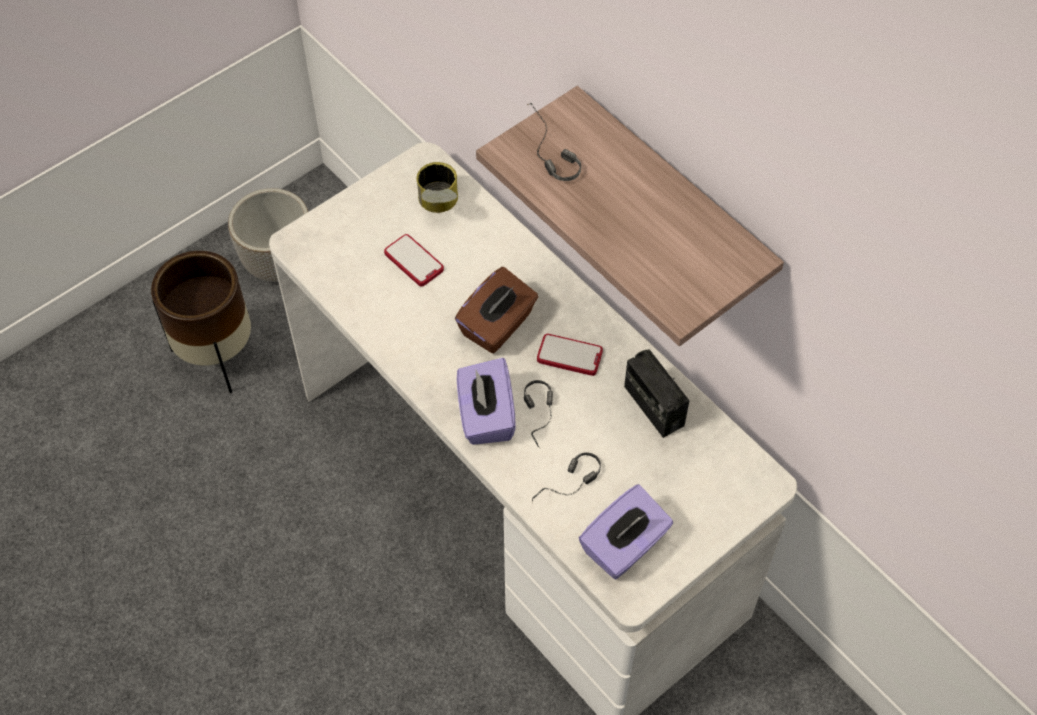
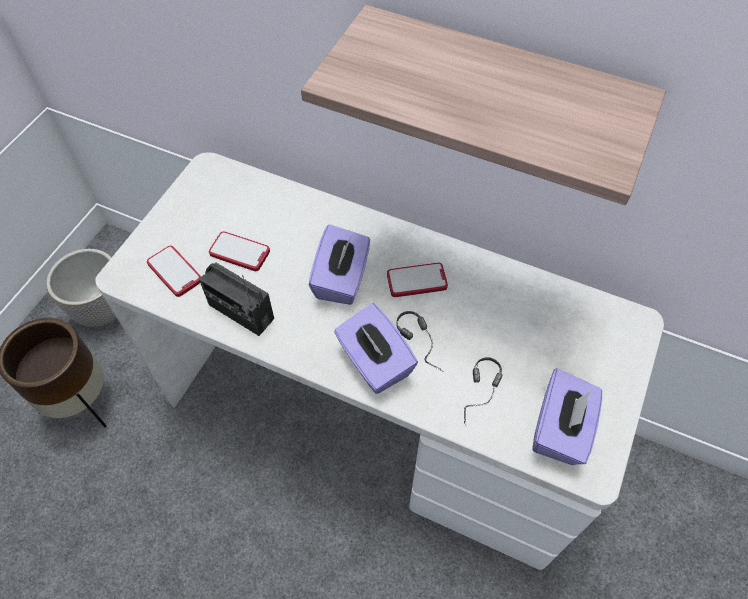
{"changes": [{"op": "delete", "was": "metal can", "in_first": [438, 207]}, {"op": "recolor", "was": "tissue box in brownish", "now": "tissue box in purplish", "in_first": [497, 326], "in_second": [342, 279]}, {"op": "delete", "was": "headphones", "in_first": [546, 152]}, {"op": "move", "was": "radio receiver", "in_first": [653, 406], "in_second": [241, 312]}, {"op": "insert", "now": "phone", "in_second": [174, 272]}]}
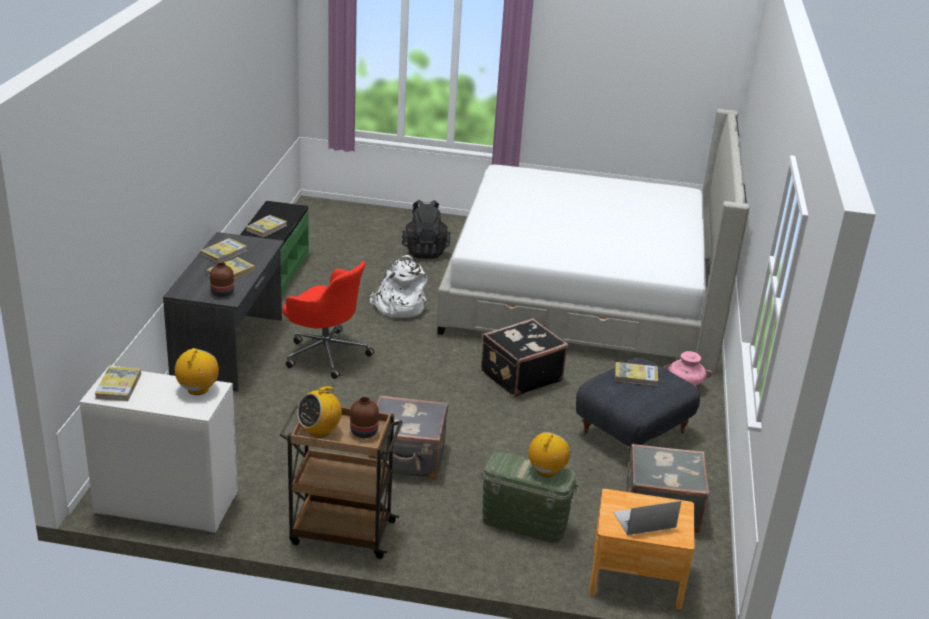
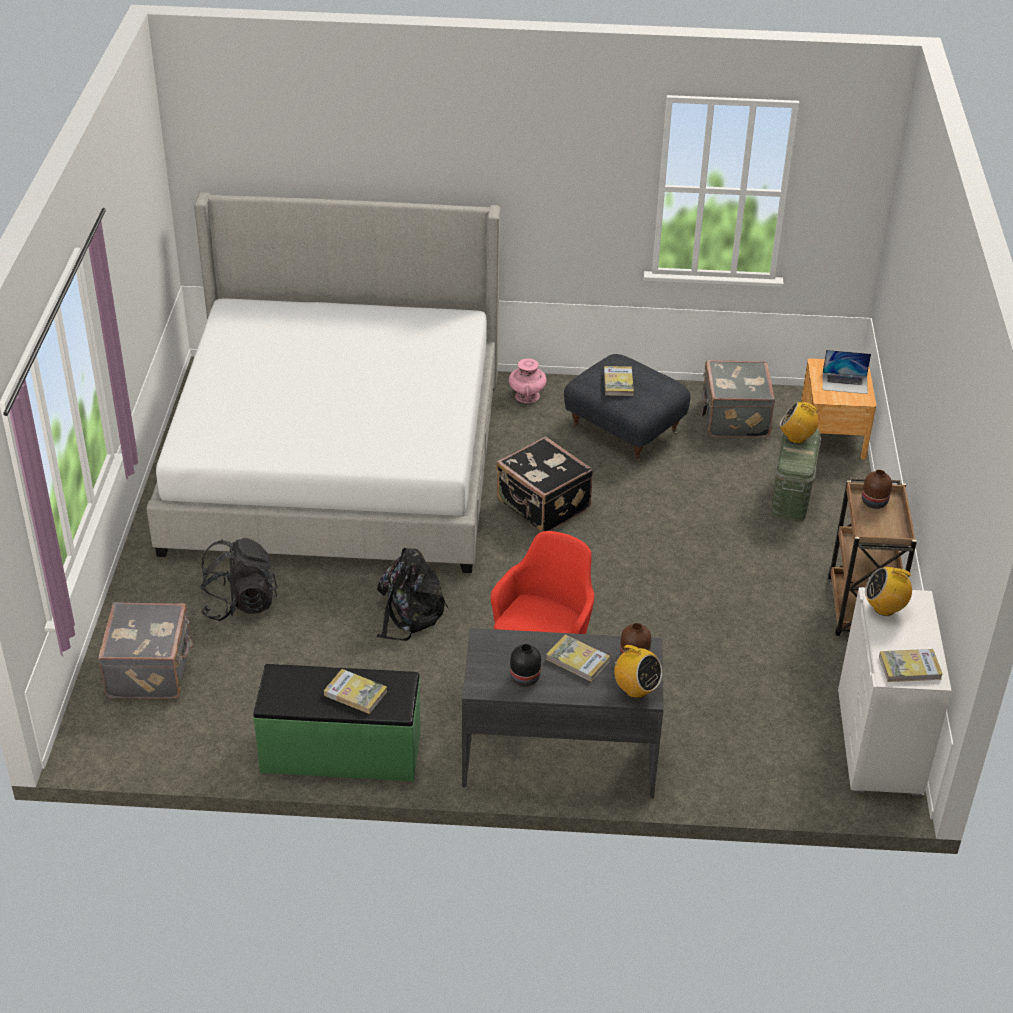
{"changes": [{"op": "replace", "was": "bound book", "now": "decorative vase in black", "in_first": [223, 252], "in_second": [524, 677]}, {"op": "move", "was": "radio receiver", "in_first": [319, 431], "in_second": [635, 689]}, {"op": "recolor", "was": "backpack in whitish", "now": "backpack in black", "in_first": [398, 307], "in_second": [409, 613]}, {"op": "move", "was": "piece of luggage in gray", "in_first": [407, 459], "in_second": [151, 670]}, {"op": "rotate", "was": "notebook computer", "in_first": [644, 520], "in_second": [845, 383], "clockwise": -60}]}
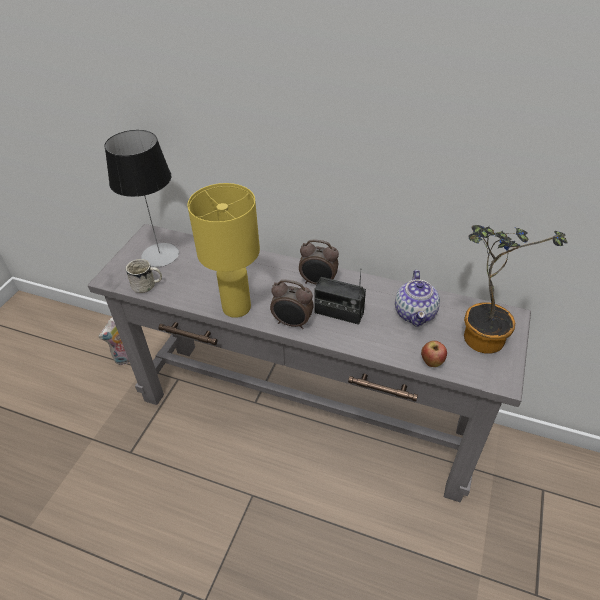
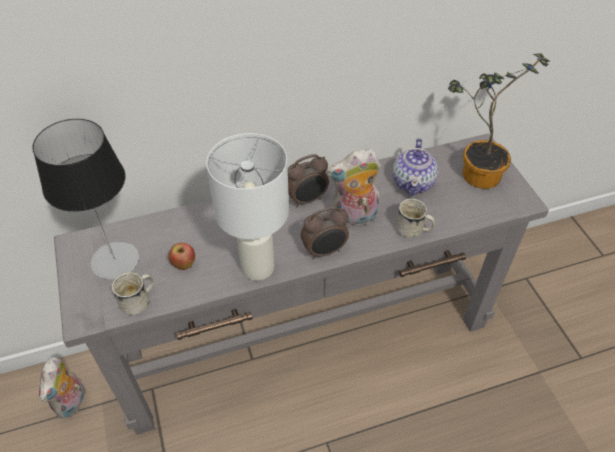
{"changes": [{"op": "recolor", "was": "lamp for a table in yellowish", "now": "lamp for a table in whitish", "in_first": [237, 307], "in_second": [258, 267]}, {"op": "replace", "was": "radio receiver", "now": "soft toy", "in_first": [339, 313], "in_second": [354, 218]}, {"op": "rotate", "was": "pot for tea", "in_first": [415, 313], "in_second": [413, 183], "clockwise": 45}, {"op": "move", "was": "apple fruit", "in_first": [432, 363], "in_second": [184, 265]}, {"op": "insert", "now": "mug in whitish", "in_second": [413, 230]}]}
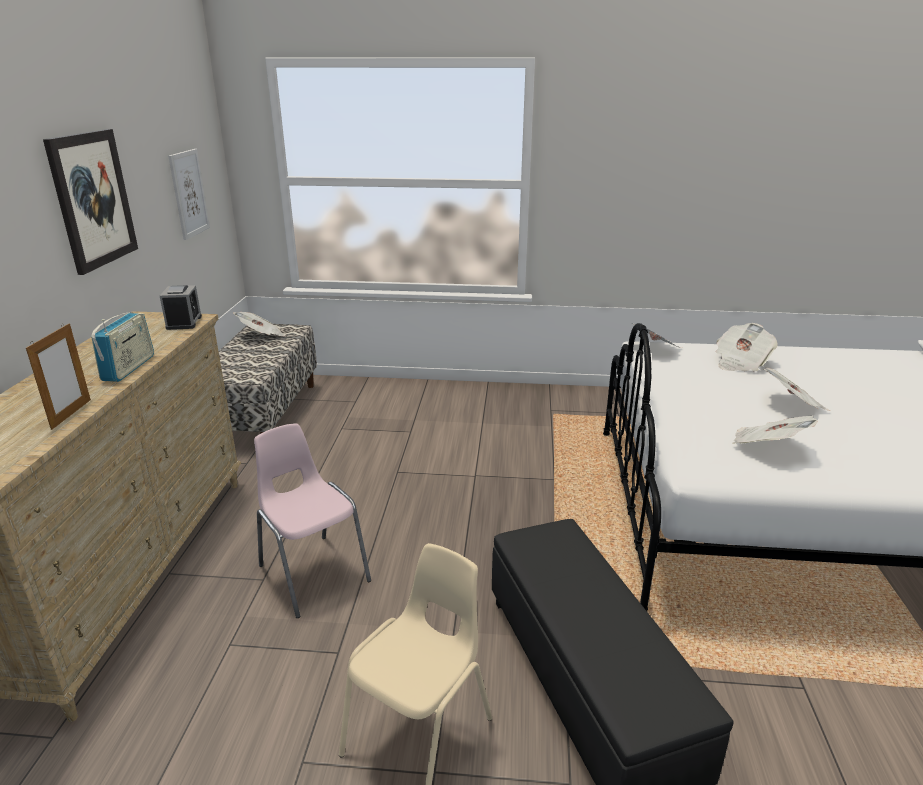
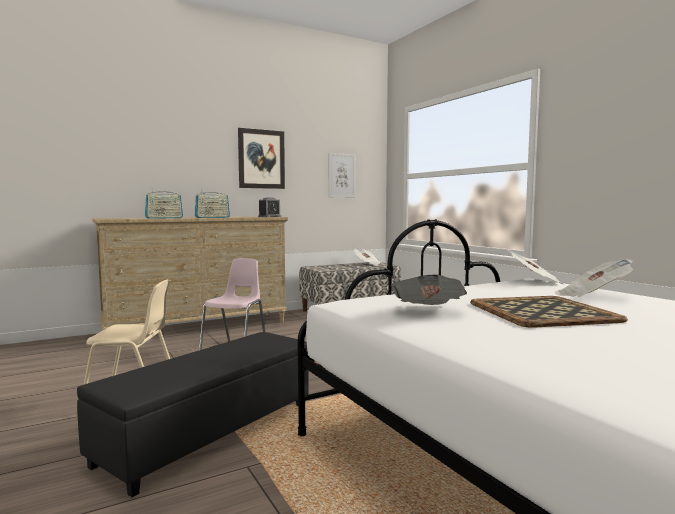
{"changes": [{"op": "replace", "was": "standing frame", "now": "radio receiver", "in_first": [71, 414], "in_second": [164, 218]}, {"op": "replace", "was": "printed paper", "now": "serving tray", "in_first": [792, 405], "in_second": [543, 312]}]}
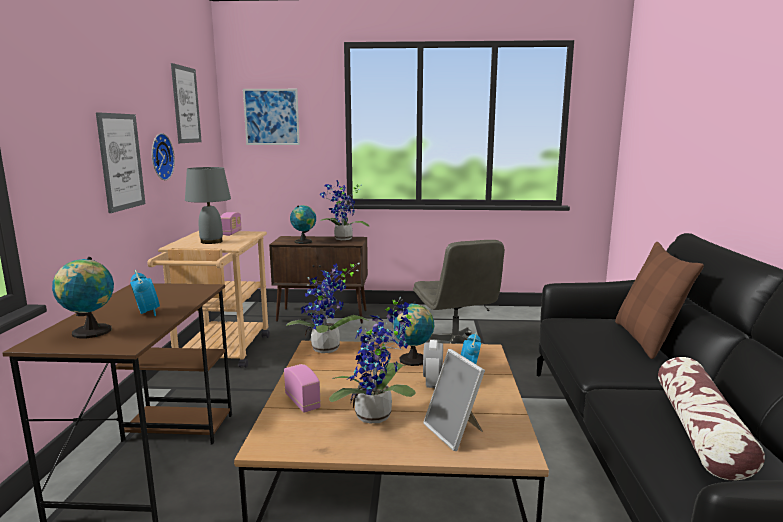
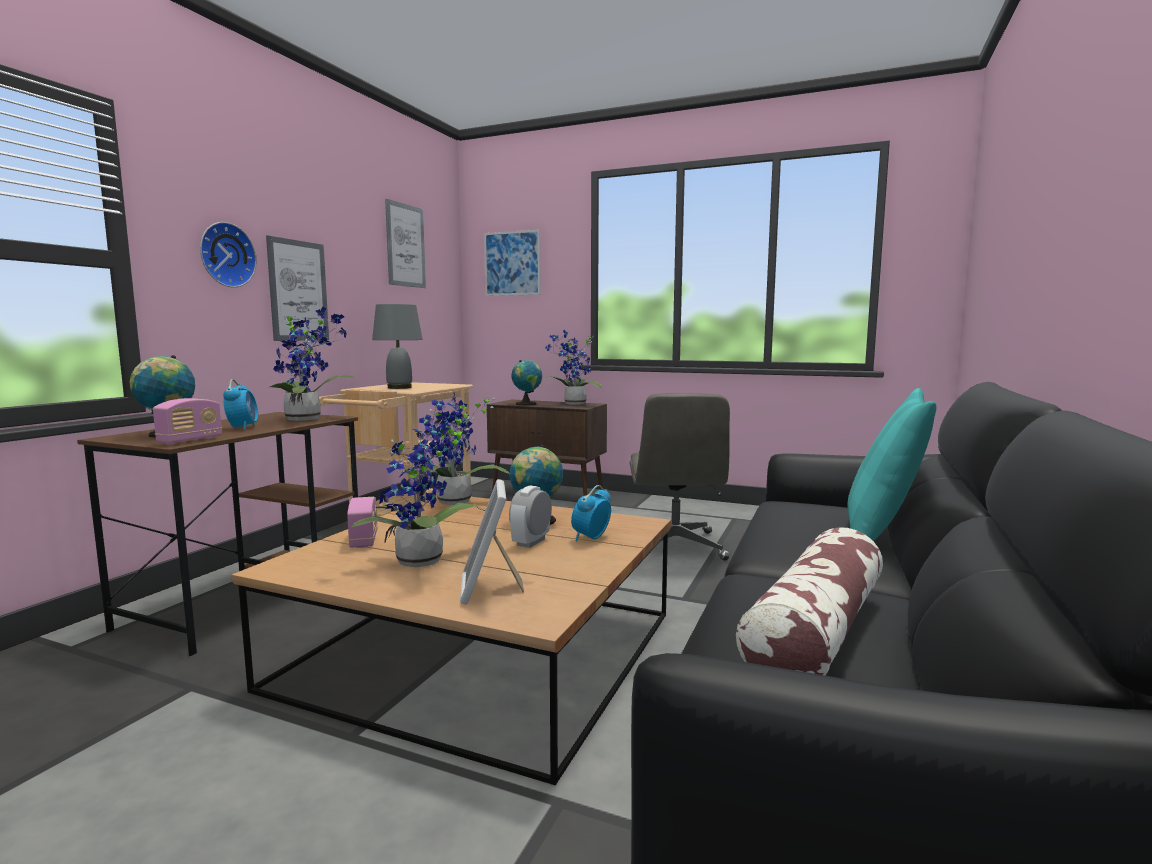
{"changes": [{"op": "move", "was": "wall clock", "in_first": [159, 157], "in_second": [225, 255]}, {"op": "move", "was": "radio receiver", "in_first": [231, 233], "in_second": [190, 440]}, {"op": "recolor", "was": "pillow in brownish", "now": "pillow in blue-green", "in_first": [647, 339], "in_second": [882, 531]}, {"op": "insert", "now": "houseplant", "in_second": [308, 419]}]}
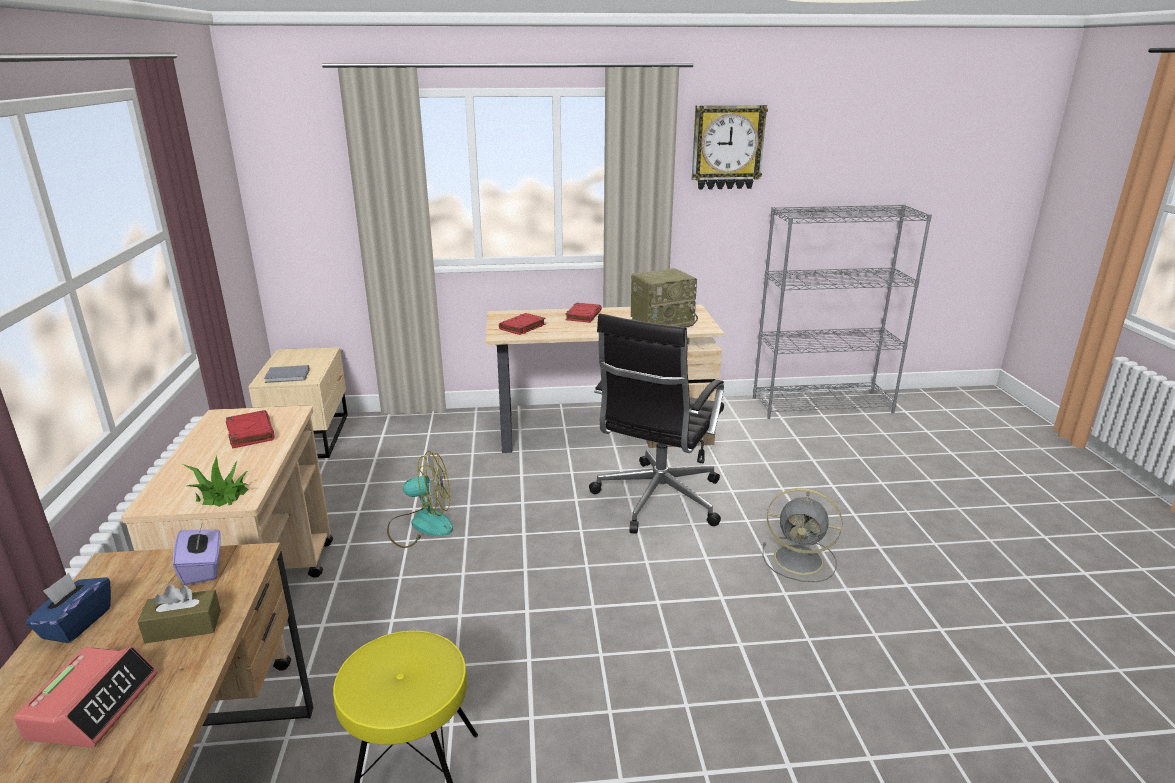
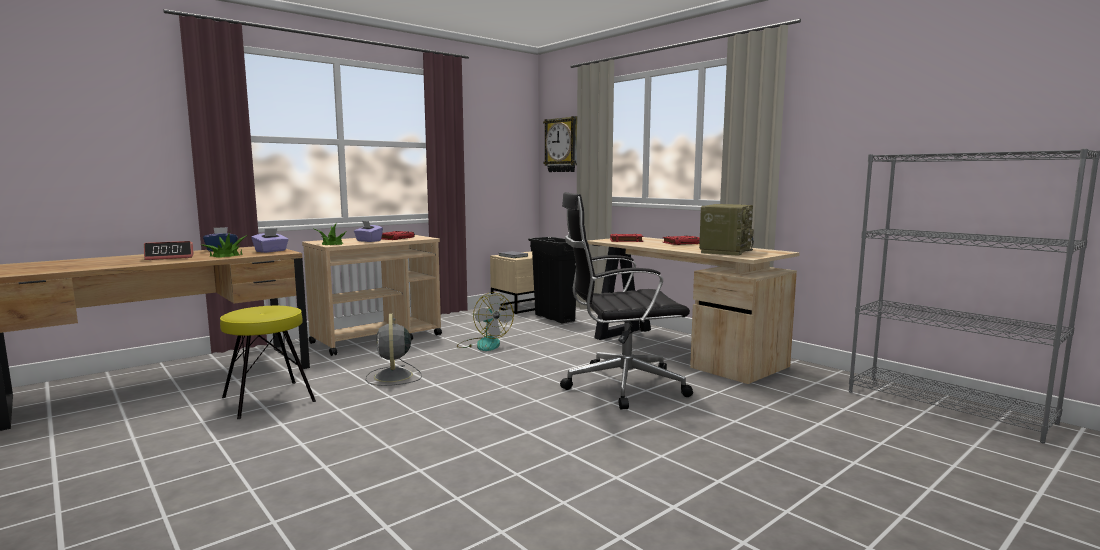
{"changes": [{"op": "replace", "was": "tissue box in brownish", "now": "houseplant", "in_first": [183, 626], "in_second": [226, 255]}, {"op": "rotate", "was": "radio receiver", "in_first": [662, 322], "in_second": [725, 251], "clockwise": -90}, {"op": "move", "was": "wall clock", "in_first": [727, 147], "in_second": [563, 145]}, {"op": "move", "was": "electric fan in gray", "in_first": [801, 560], "in_second": [393, 376]}, {"op": "insert", "now": "tissue box in purplish", "in_second": [368, 241]}, {"op": "insert", "now": "waste bin in black", "in_second": [555, 318]}]}
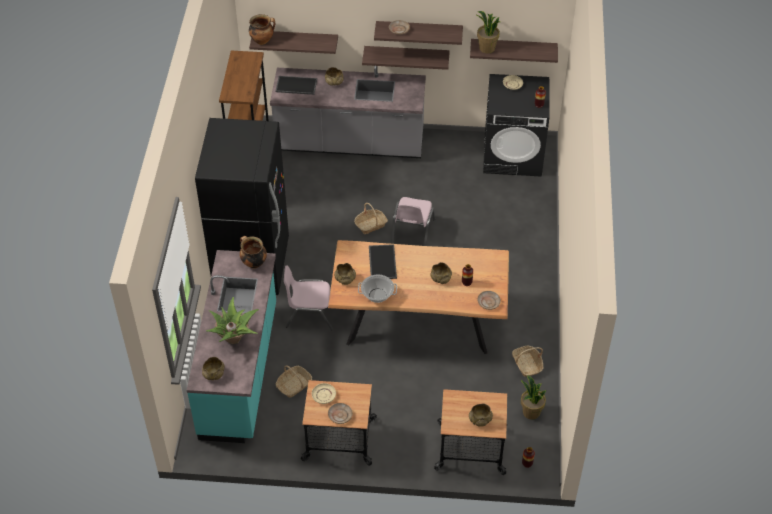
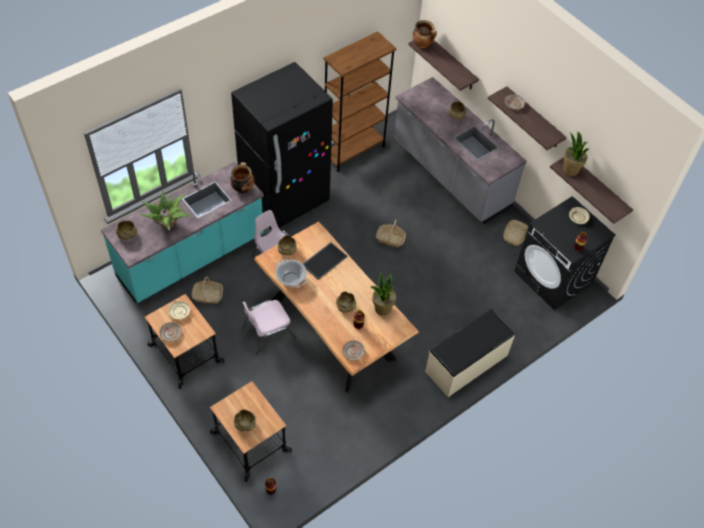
{"changes": [{"op": "delete", "was": "serving tray", "in_first": [295, 86]}, {"op": "delete", "was": "shelf", "in_first": [406, 56]}, {"op": "move", "was": "upright chair in pink", "in_first": [412, 232], "in_second": [268, 333]}, {"op": "move", "was": "household basket", "in_first": [527, 364], "in_second": [515, 236]}, {"op": "move", "was": "houseplant", "in_first": [530, 412], "in_second": [382, 308]}, {"op": "insert", "now": "long seat in sand-coloured", "in_second": [467, 364]}]}
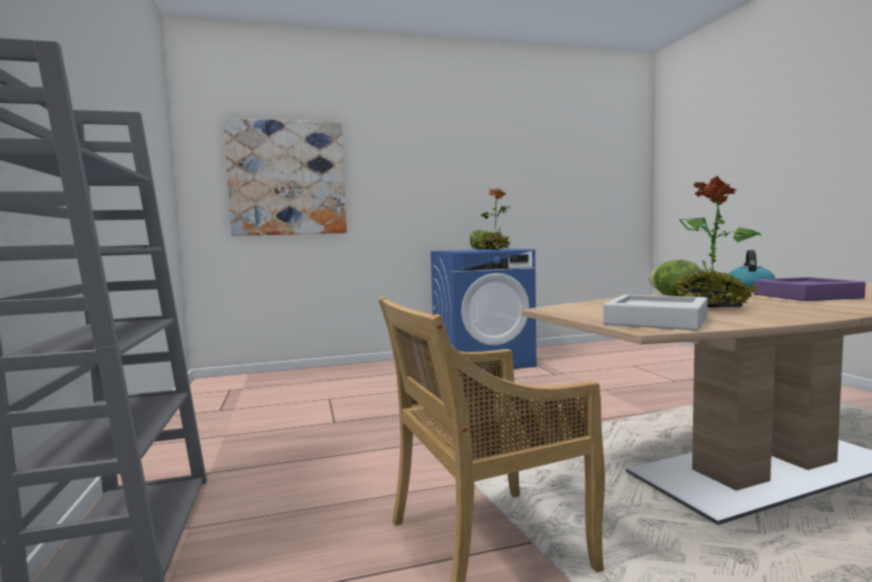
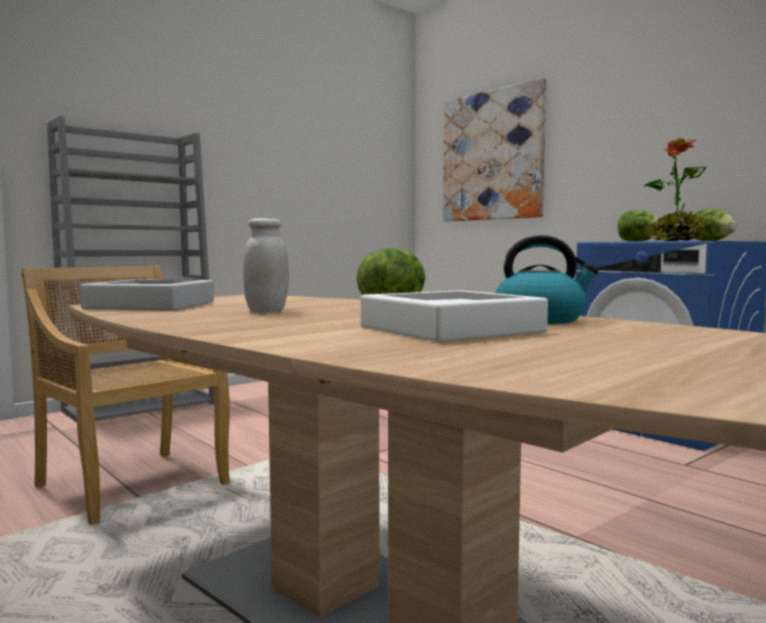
{"changes": [{"op": "replace", "was": "houseplant", "now": "storage jar in whitish", "in_first": [712, 307], "in_second": [267, 311]}, {"op": "recolor", "was": "serving tray in purplish", "now": "serving tray in whitish", "in_first": [806, 296], "in_second": [451, 329]}, {"op": "insert", "now": "lettuce head", "in_second": [638, 241]}]}
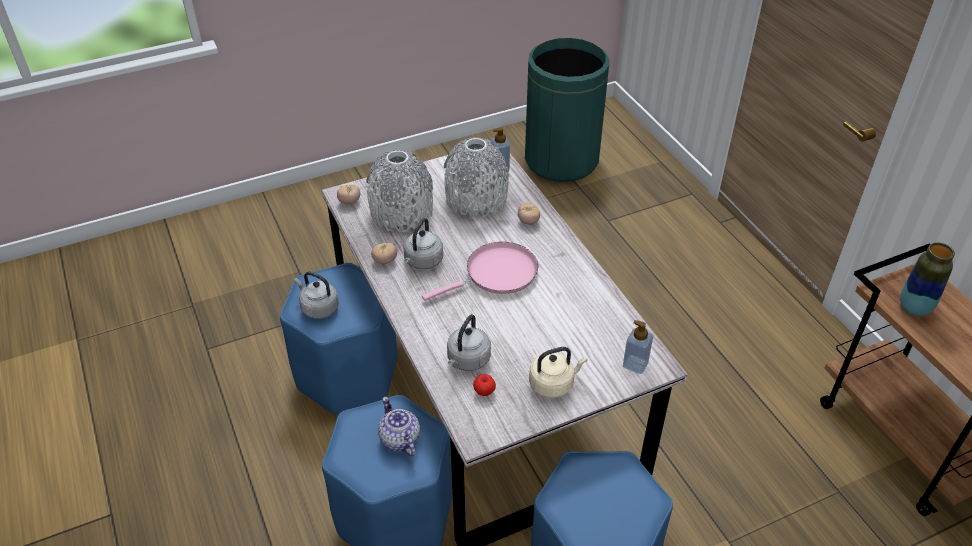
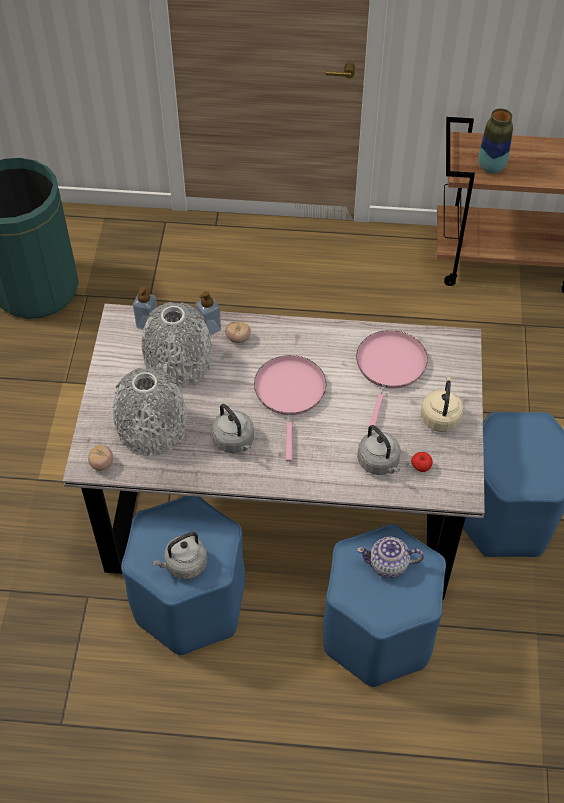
{"changes": [{"op": "delete", "was": "fresh tomato", "in_first": [385, 260]}, {"op": "move", "was": "soap bottle", "in_first": [635, 364], "in_second": [209, 328]}, {"op": "insert", "now": "pan in pink", "in_second": [390, 368]}]}
